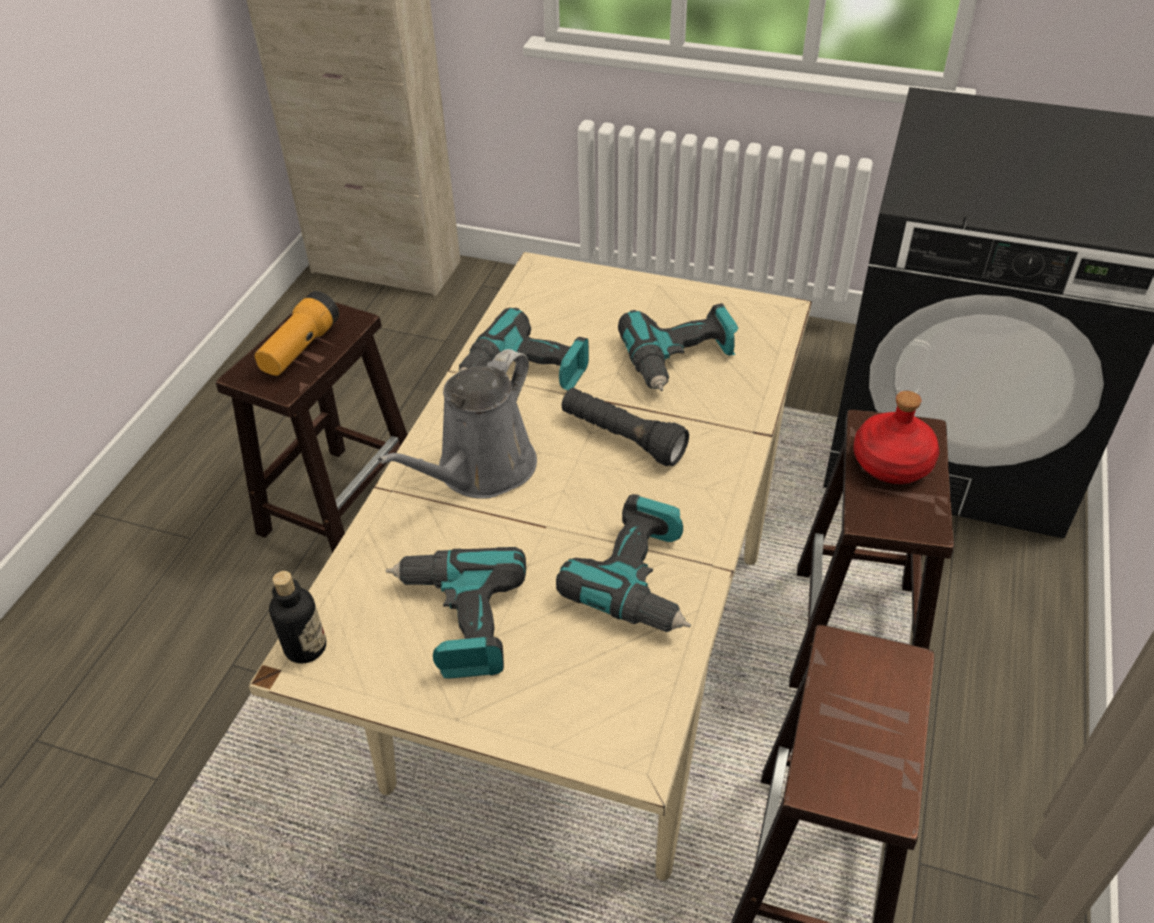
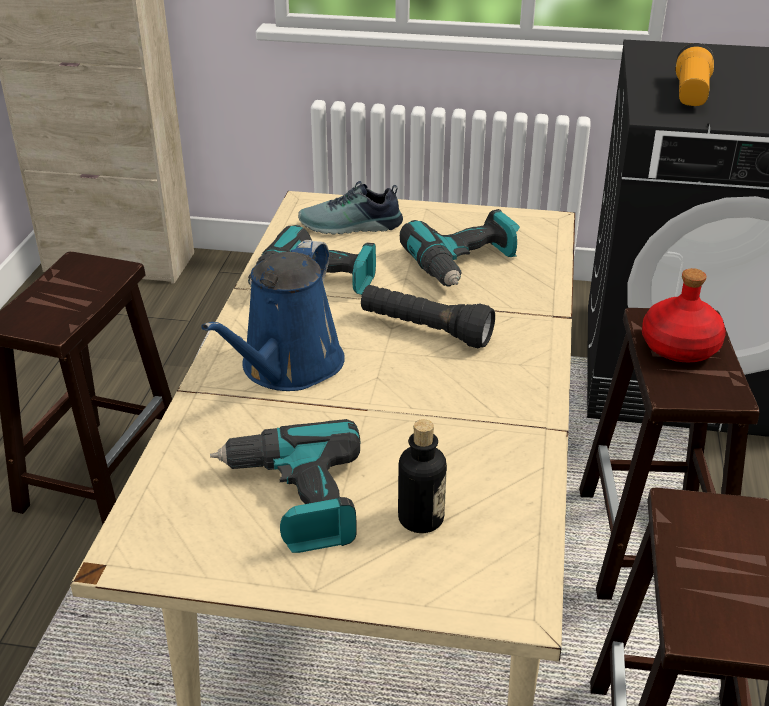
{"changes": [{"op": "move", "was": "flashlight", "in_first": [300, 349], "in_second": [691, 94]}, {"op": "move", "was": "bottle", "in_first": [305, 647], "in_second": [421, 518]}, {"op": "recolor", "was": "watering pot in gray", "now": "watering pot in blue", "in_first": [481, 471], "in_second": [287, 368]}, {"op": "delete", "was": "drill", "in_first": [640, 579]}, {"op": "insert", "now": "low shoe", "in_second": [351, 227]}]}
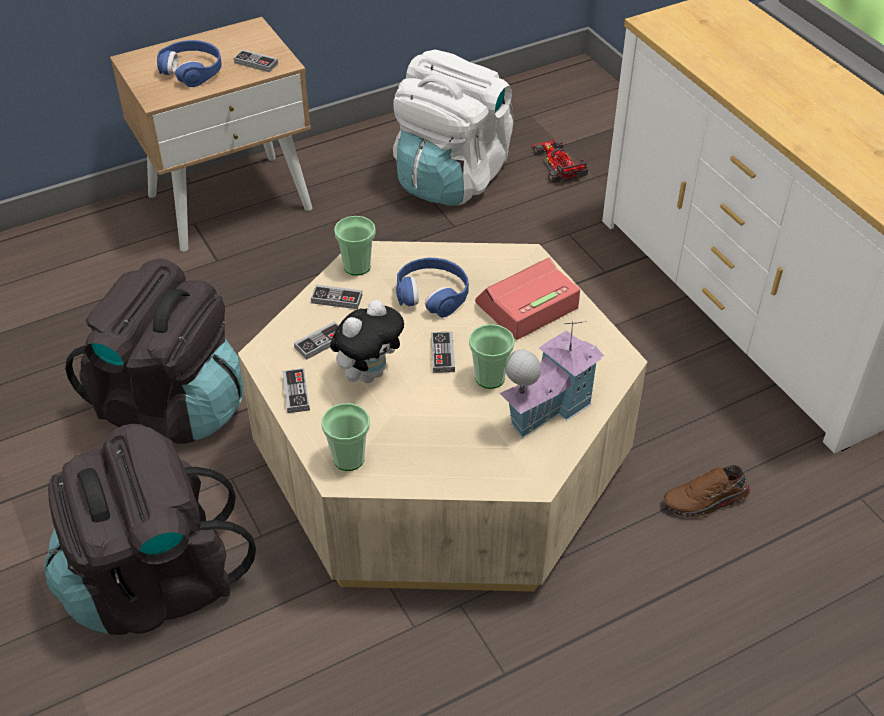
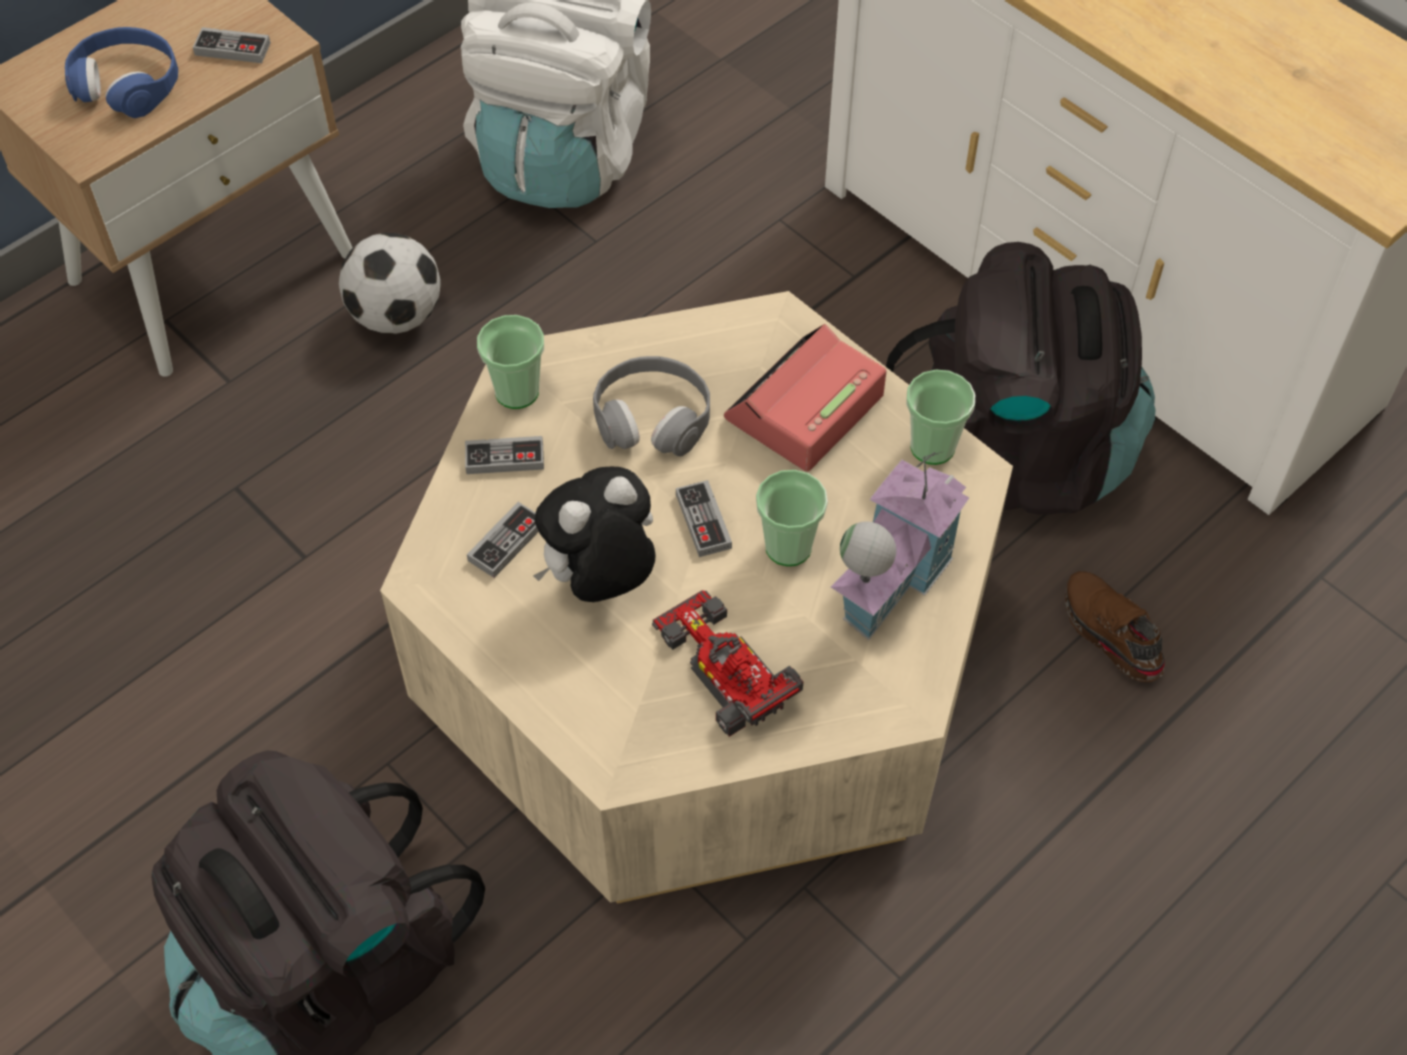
{"changes": [{"op": "move", "was": "backpack in black", "in_first": [172, 406], "in_second": [1013, 457]}, {"op": "delete", "was": "gamepad", "in_first": [296, 393]}, {"op": "move", "was": "cup", "in_first": [348, 458], "in_second": [932, 446]}, {"op": "rotate", "was": "soft toy", "in_first": [369, 373], "in_second": [600, 580], "clockwise": -150}, {"op": "recolor", "was": "headphones in blue", "now": "headphones in gray", "in_first": [432, 294], "in_second": [652, 417]}, {"op": "move", "was": "model car", "in_first": [557, 163], "in_second": [725, 666]}, {"op": "rotate", "was": "low shoe in brownish", "in_first": [706, 501], "in_second": [1109, 634], "clockwise": 90}, {"op": "insert", "now": "football", "in_second": [396, 316]}]}
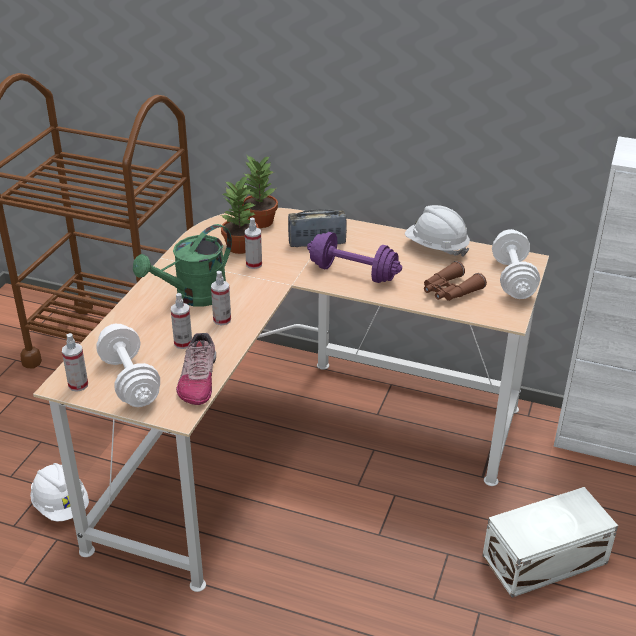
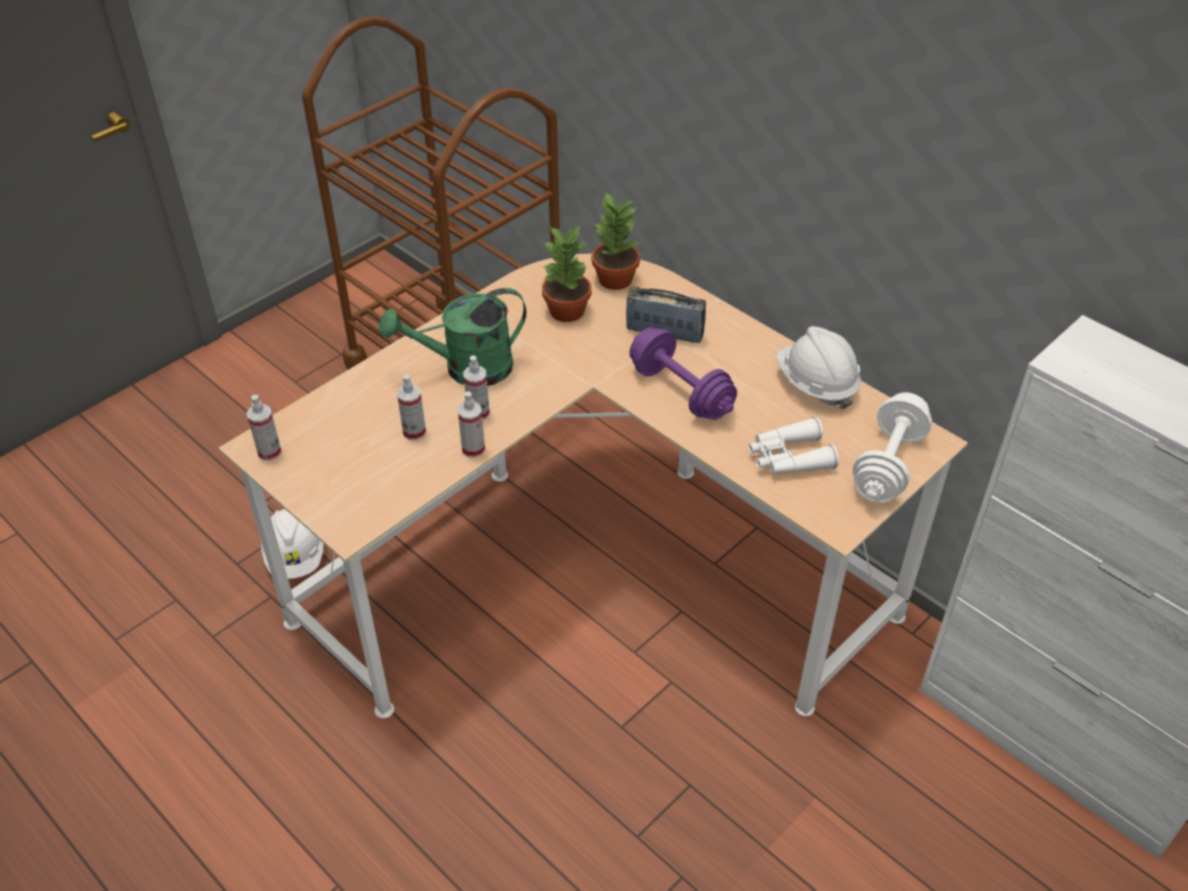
{"changes": [{"op": "delete", "was": "hand weight in whitish", "in_first": [130, 381]}, {"op": "delete", "was": "low shoe", "in_first": [198, 379]}, {"op": "move", "was": "spray bottle", "in_first": [254, 264], "in_second": [473, 449]}, {"op": "recolor", "was": "pair of binoculars in brownish", "now": "pair of binoculars in whitish", "in_first": [450, 291], "in_second": [789, 457]}, {"op": "delete", "was": "storage container in whitish", "in_first": [547, 560]}]}
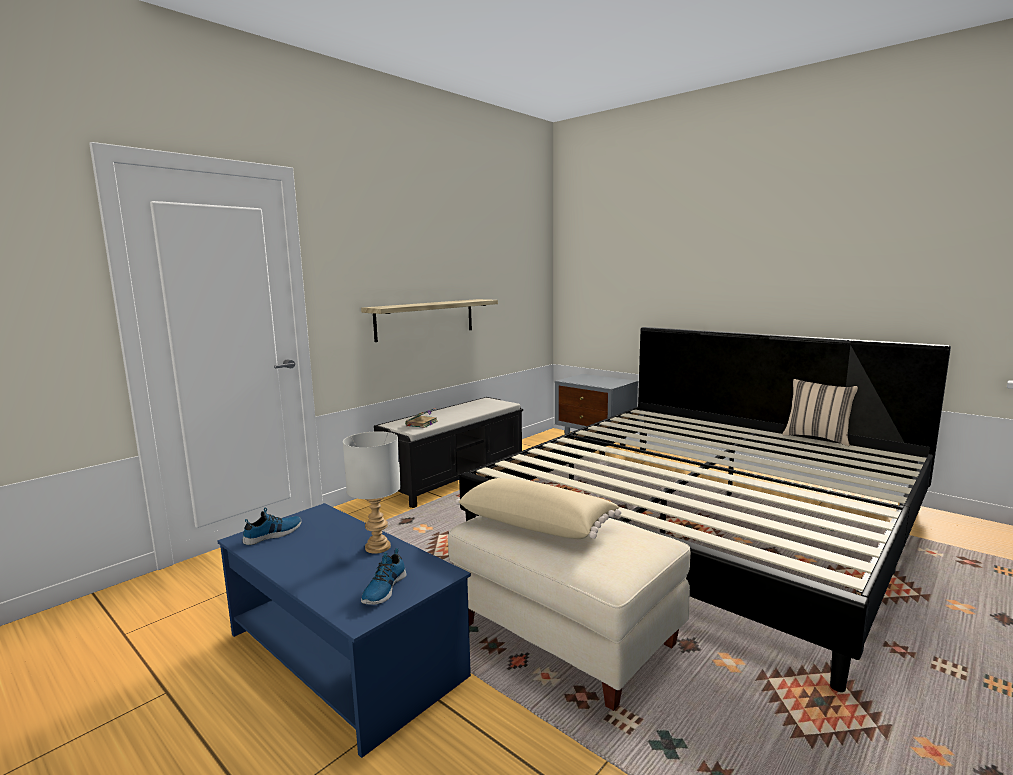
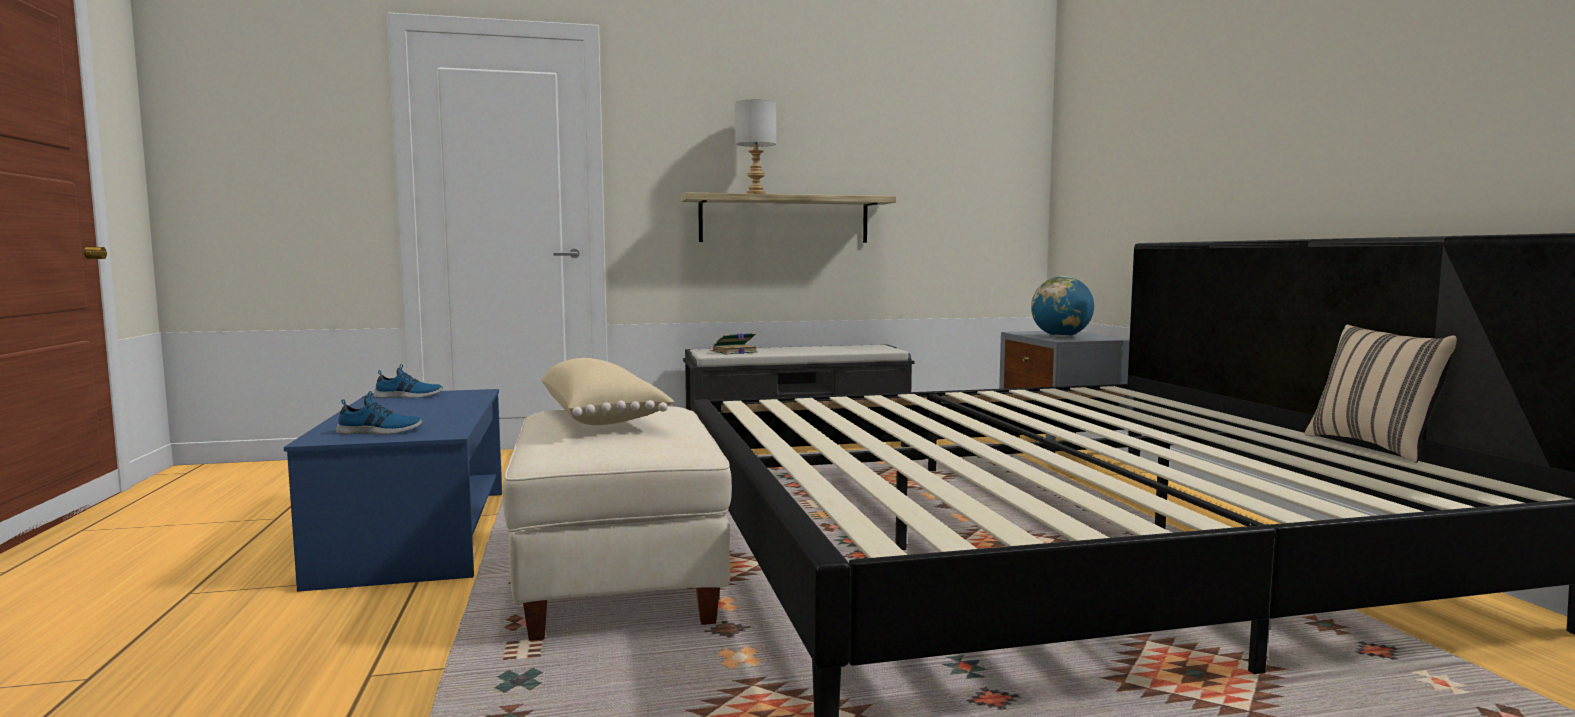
{"changes": [{"op": "move", "was": "lamp for a table in gray", "in_first": [378, 548], "in_second": [756, 194]}, {"op": "rotate", "was": "low shoe", "in_first": [383, 589], "in_second": [379, 432], "clockwise": -150}, {"op": "insert", "now": "desk globe", "in_second": [1061, 336]}]}
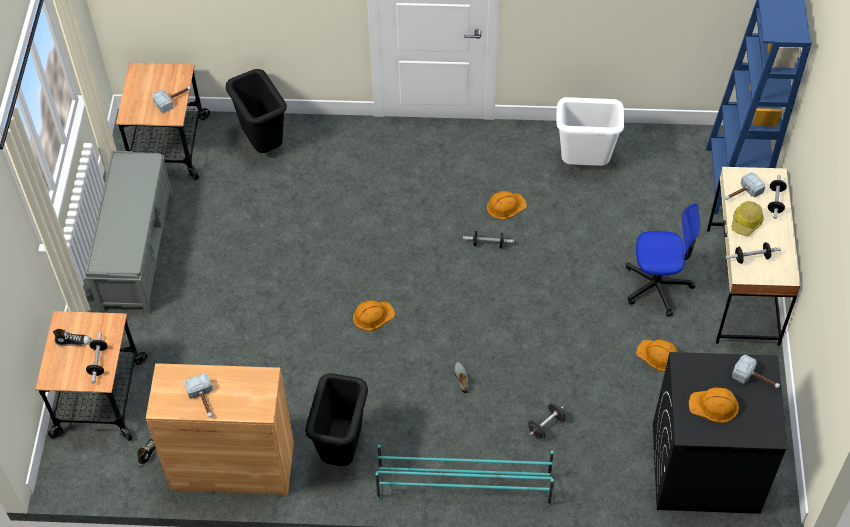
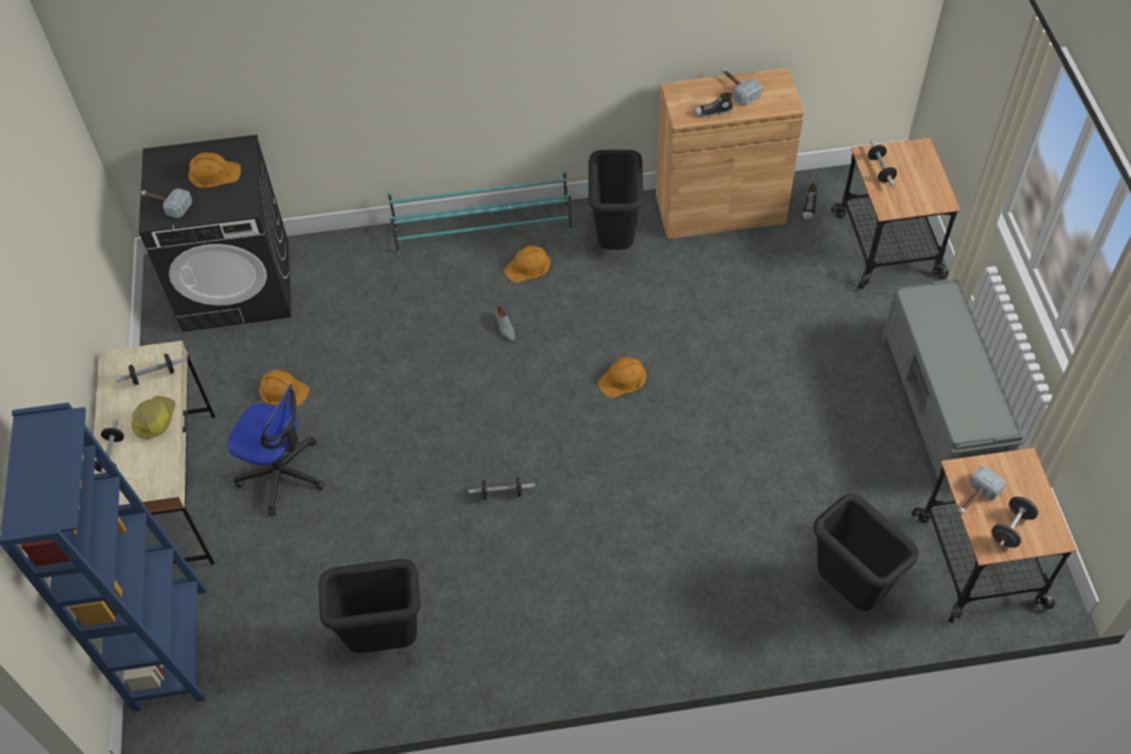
{"changes": [{"op": "move", "was": "low shoe", "in_first": [73, 341], "in_second": [713, 112]}, {"op": "move", "was": "work helmet in orangey", "in_first": [505, 206], "in_second": [528, 266]}, {"op": "move", "was": "hand weight in black", "in_first": [546, 426], "in_second": [1011, 529]}, {"op": "recolor", "was": "waste bin in whitish", "now": "waste bin in black", "in_first": [583, 163], "in_second": [385, 640]}, {"op": "rotate", "was": "office chair", "in_first": [657, 286], "in_second": [282, 474], "clockwise": -150}, {"op": "delete", "was": "tool hammer", "in_first": [741, 193]}]}
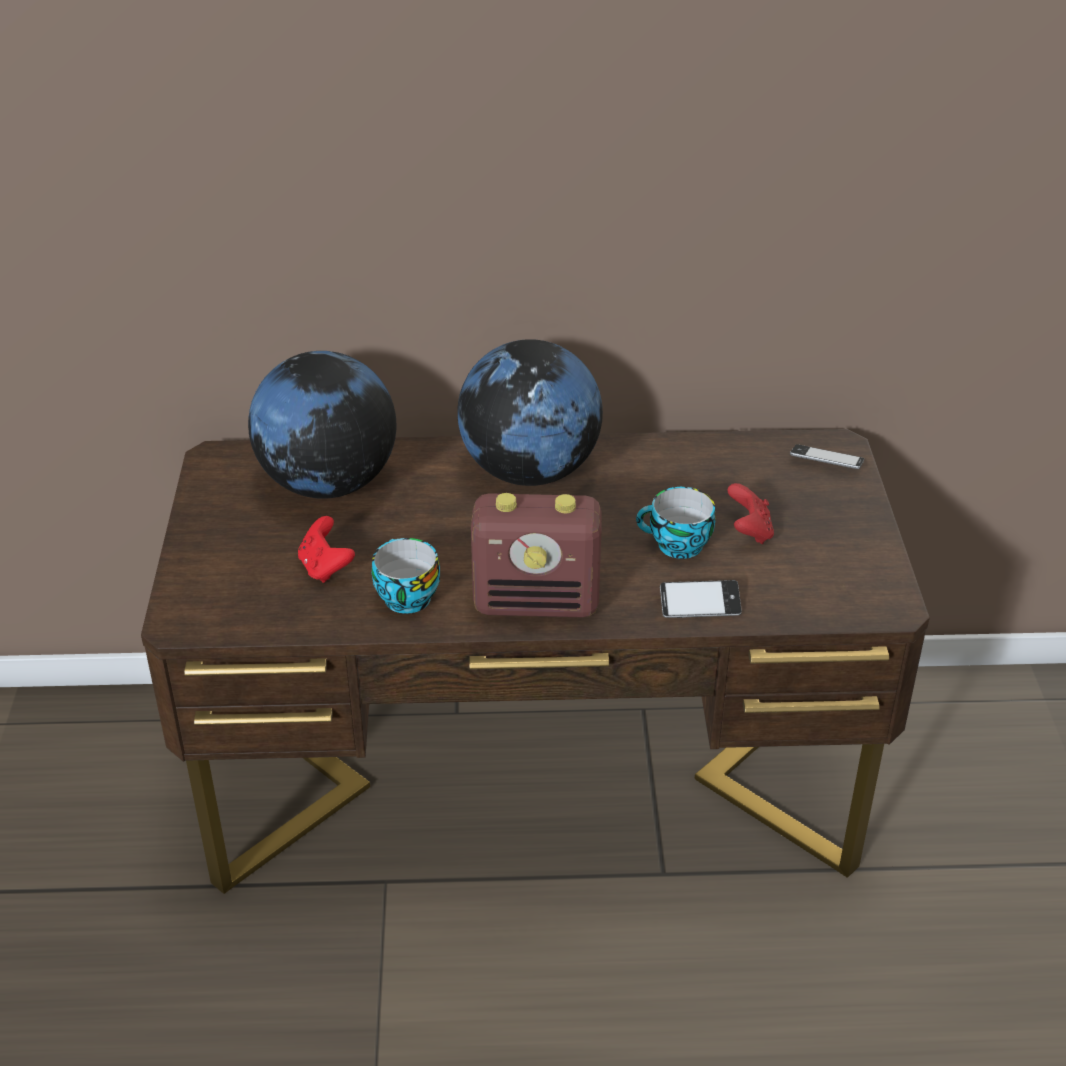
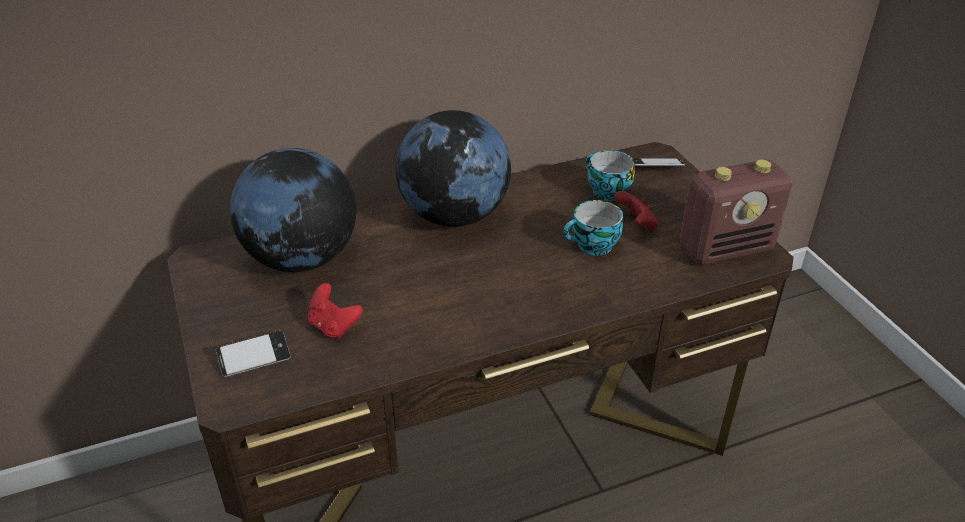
{"changes": [{"op": "move", "was": "cup", "in_first": [404, 597], "in_second": [605, 191]}, {"op": "move", "was": "radio receiver", "in_first": [538, 603], "in_second": [726, 249]}, {"op": "move", "was": "phone", "in_first": [699, 604], "in_second": [254, 358]}]}
